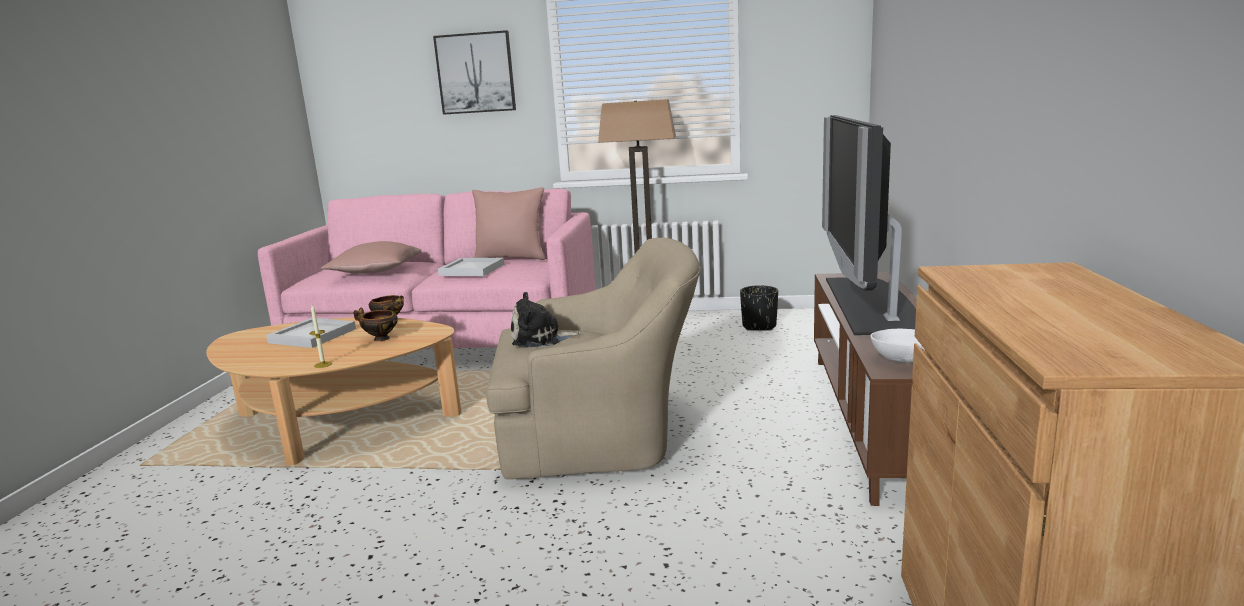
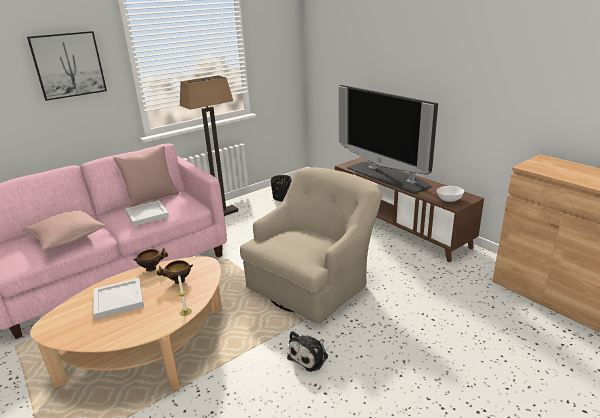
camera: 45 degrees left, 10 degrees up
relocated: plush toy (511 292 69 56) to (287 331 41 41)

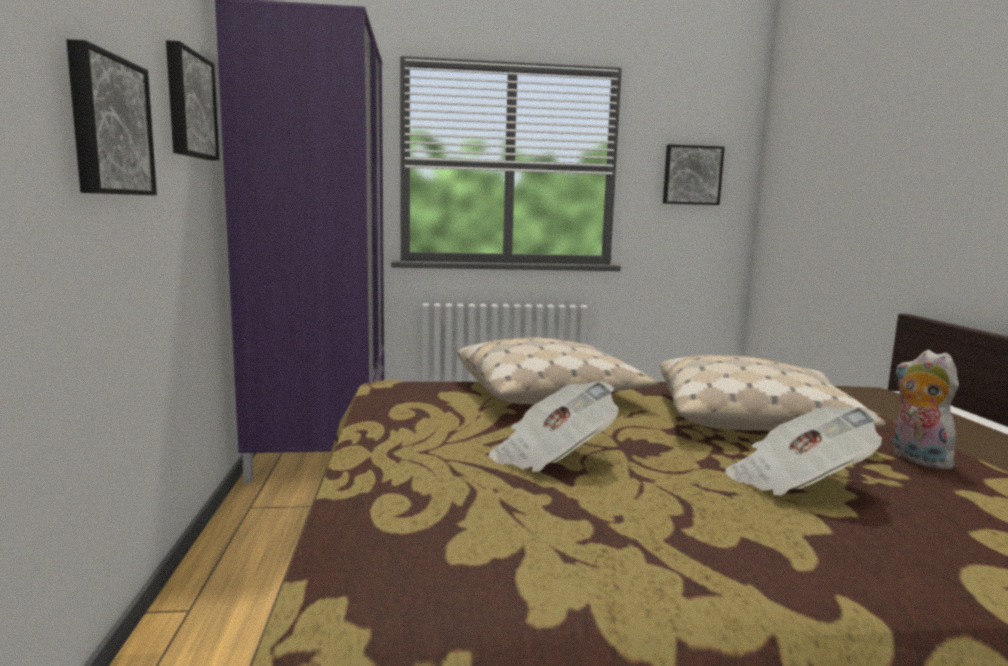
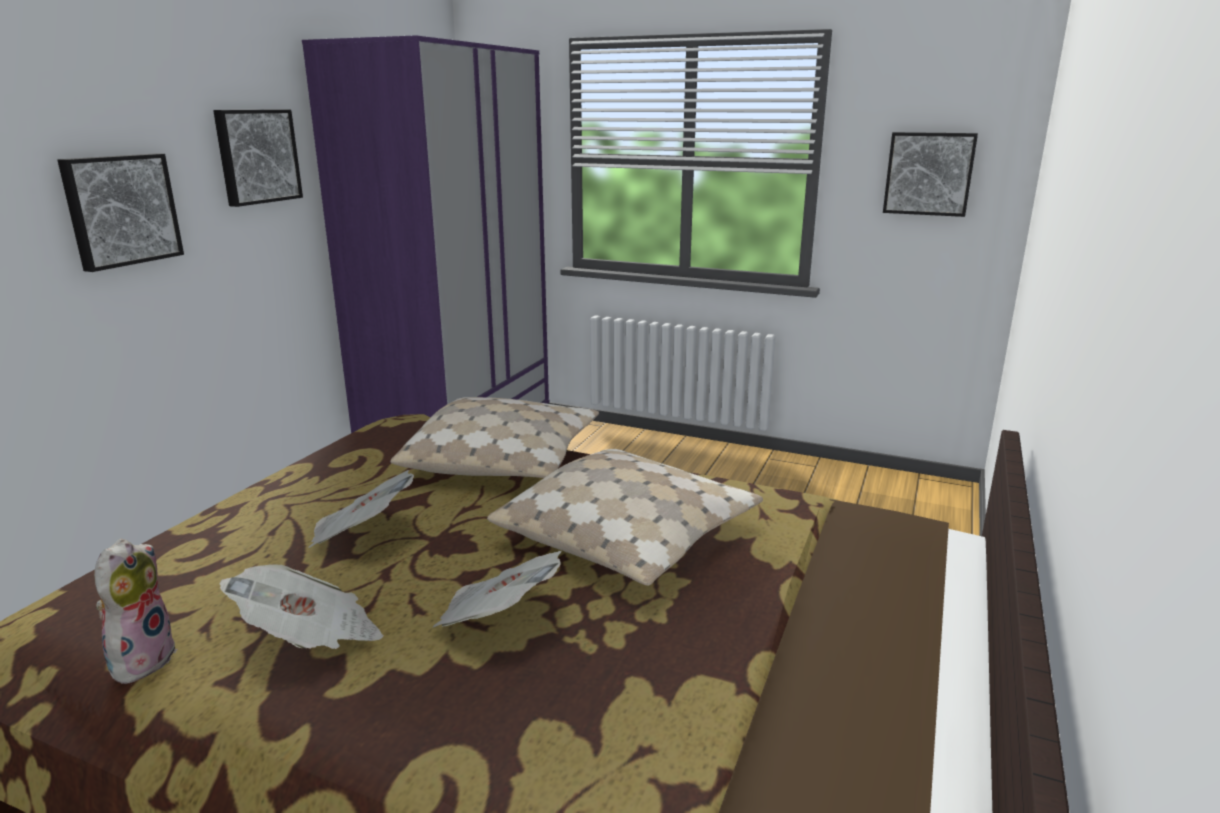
camera: 30 degrees right, 10 degrees up
appeared: daily paper (220 564 164 85)
relocated: plush toy (893 350 66 119) to (94 539 84 145)

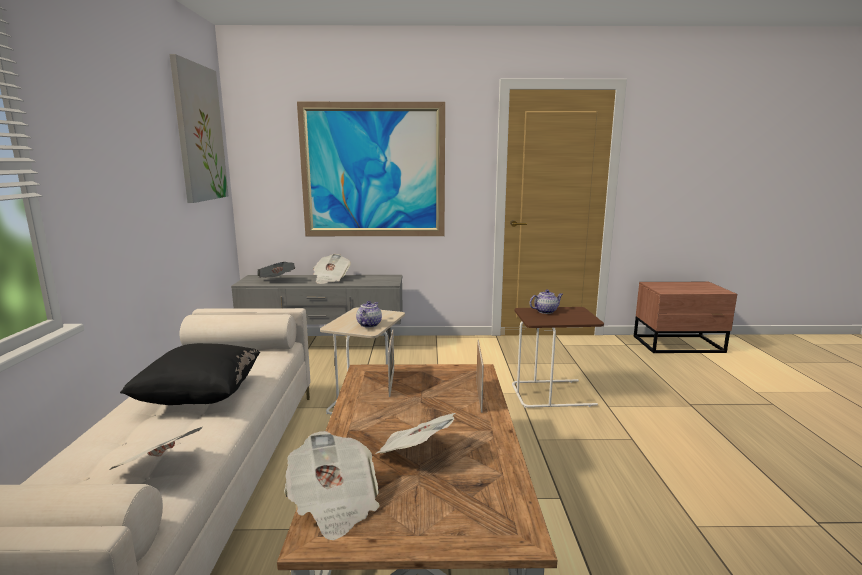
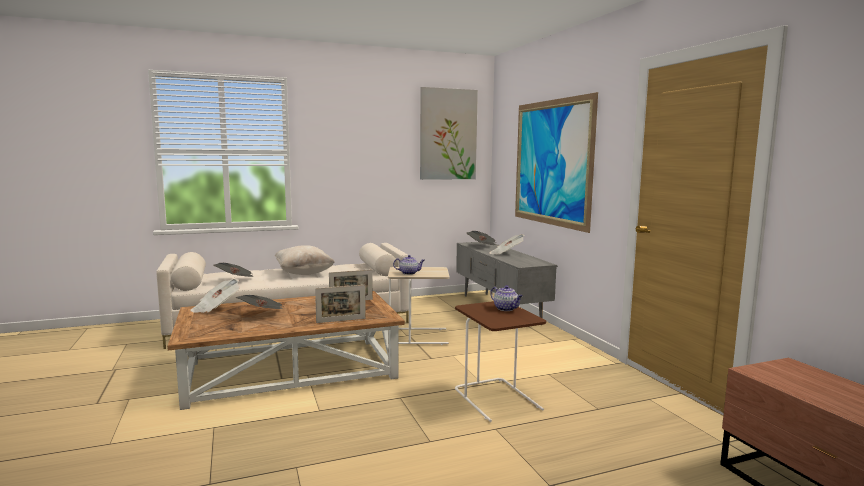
camera: 70 degrees right, 5 degrees down
colour: throw pillow/black (120 343 140 62) to throw pillow/sand-coloured (275 245 60 30)

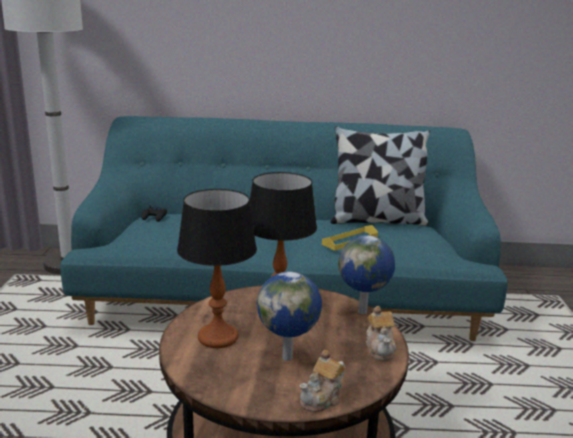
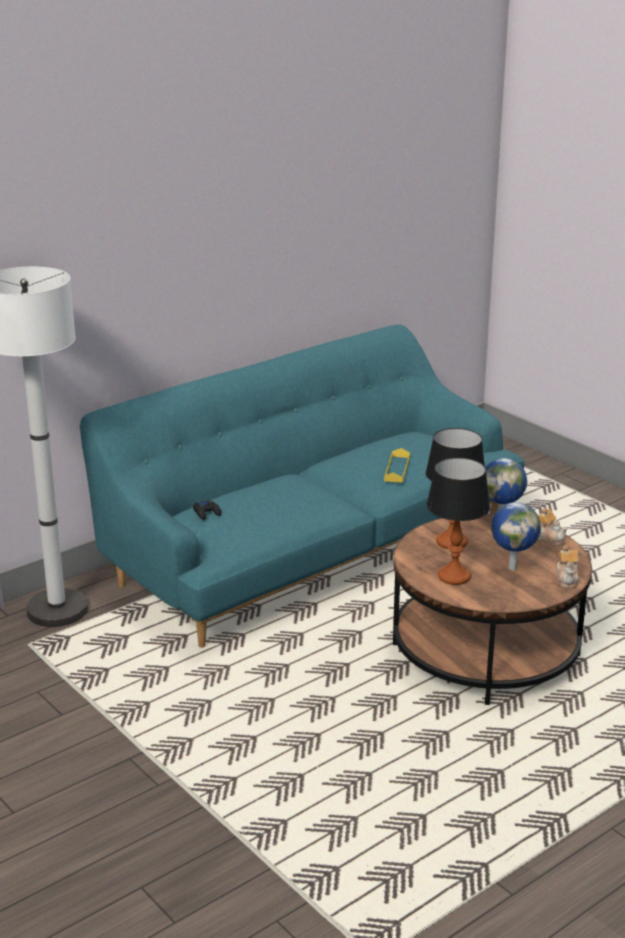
camera: 40 degrees left, 5 degrees up
missing: throw pillow (331 126 99 100)

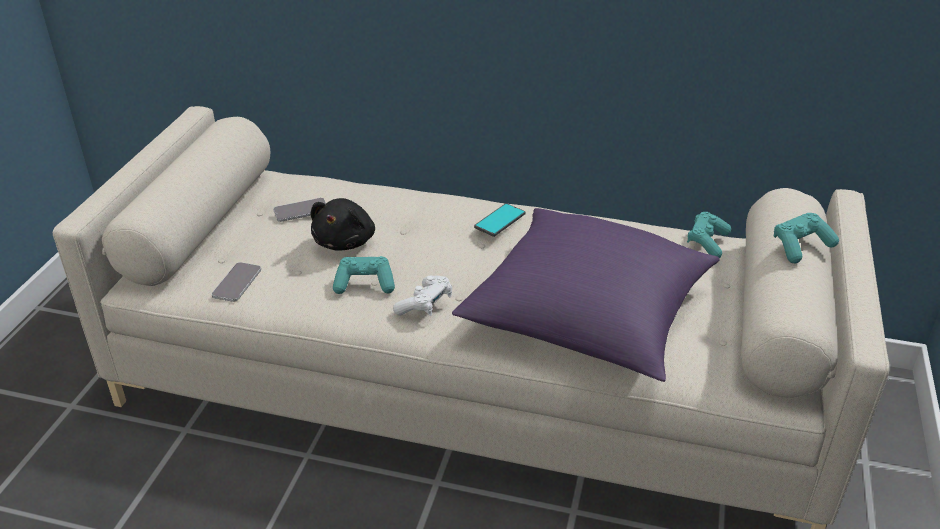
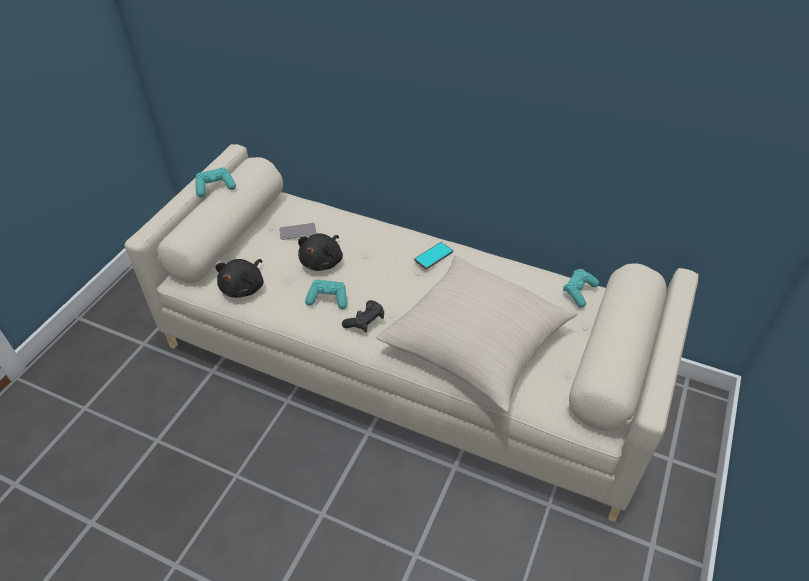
camera: 10 degrees right, 10 degrees up
relocated: game controller/turquoise-coloured (774 213 65 50) to (195 168 41 29)
exchanged: telephone (212 262 49 40) to plush toy/black (216 259 48 39)
colour: throw pillow/purple-coloured (452 208 268 174) to throw pillow/sand-coloured (376 255 201 157); game controller/white (393 276 59 40) to game controller/black (342 300 42 32)

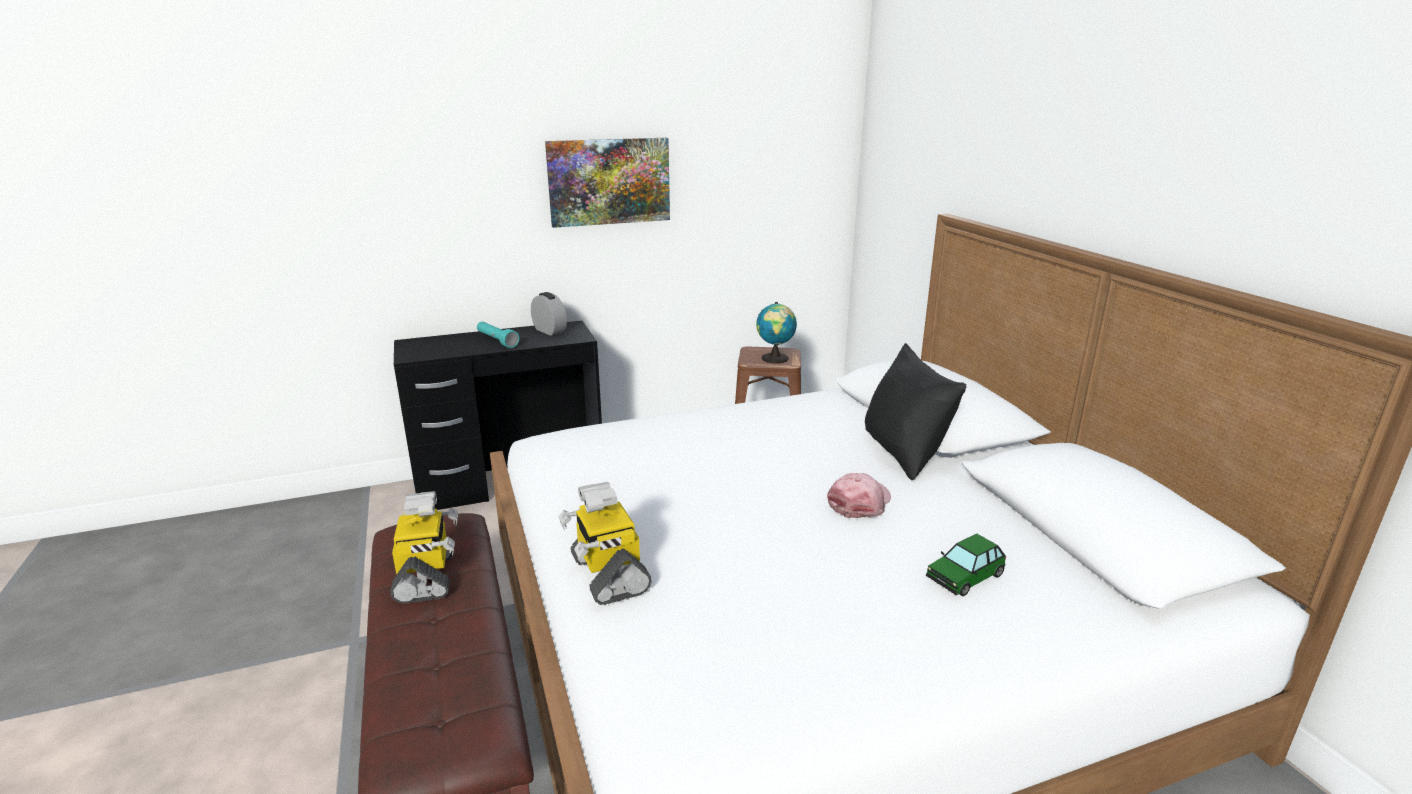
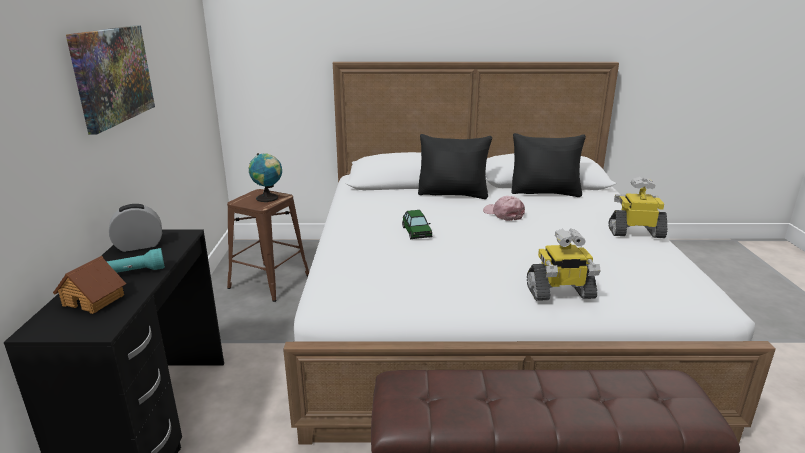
camera: 70 degrees left, 0 degrees up
appeared: throw pillow/black (512 133 74 64); miniature house (53 256 73 58)
relocated: robot figure (390 491 68 113) to (608 177 60 61); model car (926 534 80 62) to (402 210 30 29)

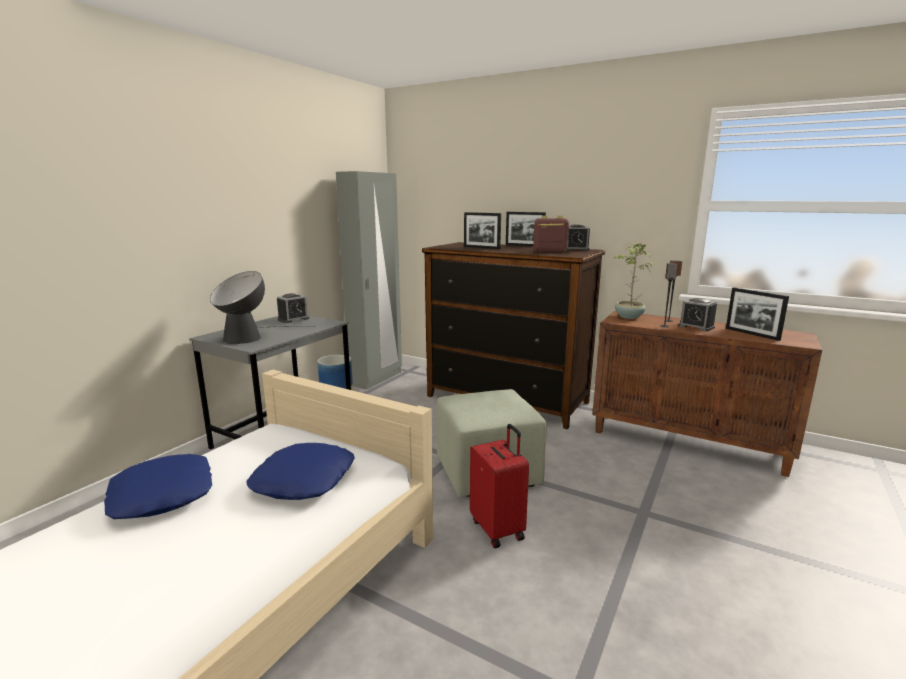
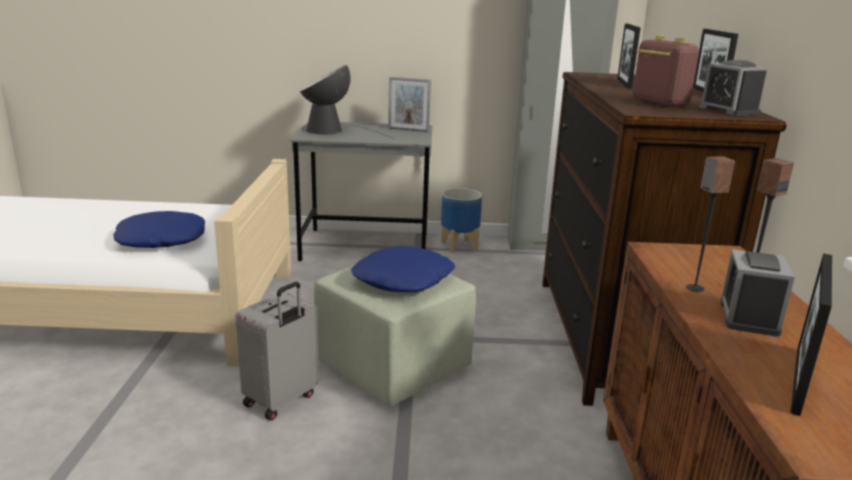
camera: 60 degrees right, 5 degrees up
missing: plant in a pot (614 244 39 75)
relocated: throw pillow/bluish (104 454 108 65) to (351 246 104 46)
exchanged: table clock (277 293 32 30) to standing frame (388 77 43 55)
colour: piece of luggage/red-coloured (470 424 59 124) to piece of luggage/gray (235 282 84 138)

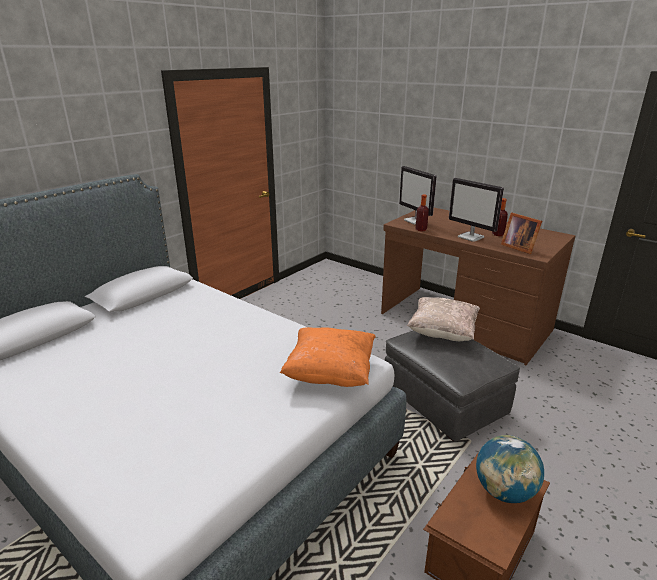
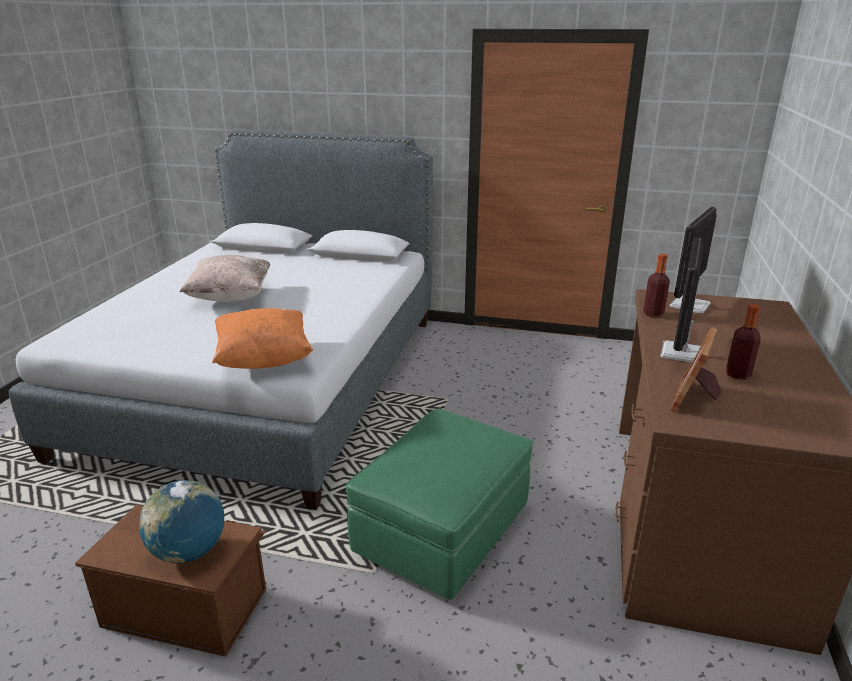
camera: 65 degrees right, 0 degrees up
relocated: throw pillow/sand-coloured (407 297 73 44) to (180 255 90 47)
colour: pouffe/gray (385 331 135 110) to pouffe/green (346 409 188 191)

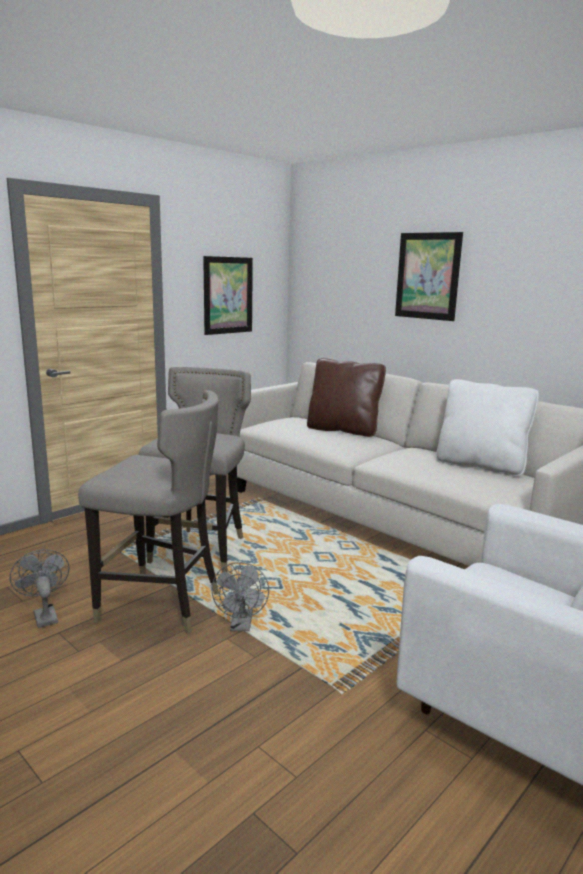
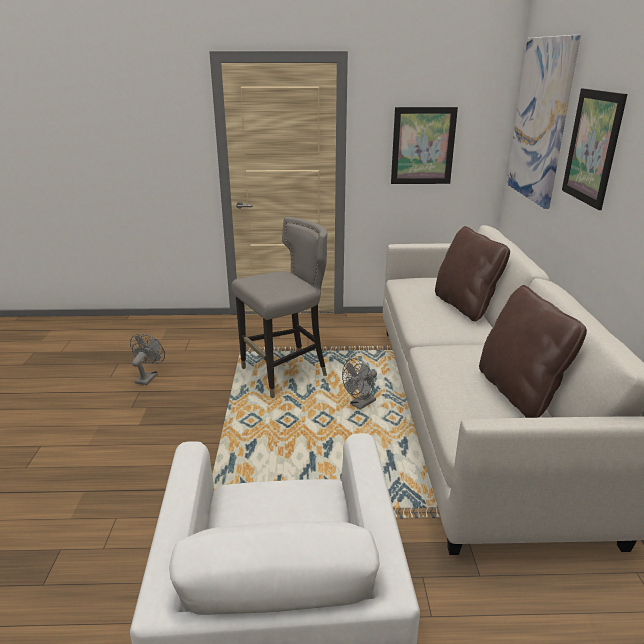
camera: 45 degrees right, 10 degrees up
missing: stool/gray (78 390 141 244)
appeared: wall picture (507 35 74 174)
relocated: cooling fan/gray (211 562 58 70) to (342 358 35 51)
colour: throw pillow/white (436 379 103 97) to throw pillow/brown-coloured (479 285 108 133)

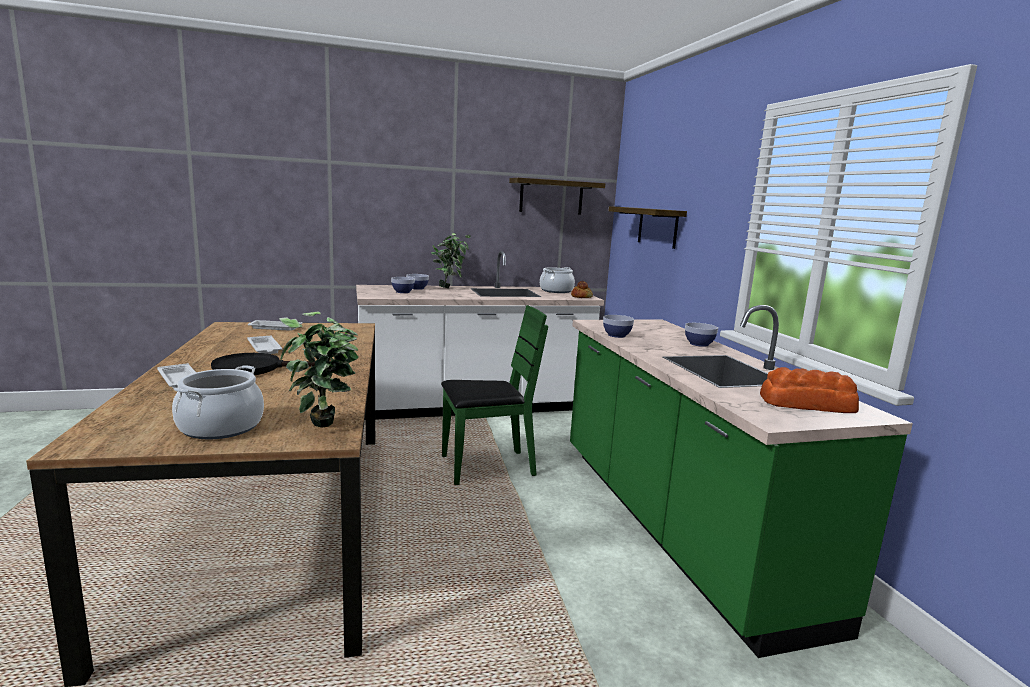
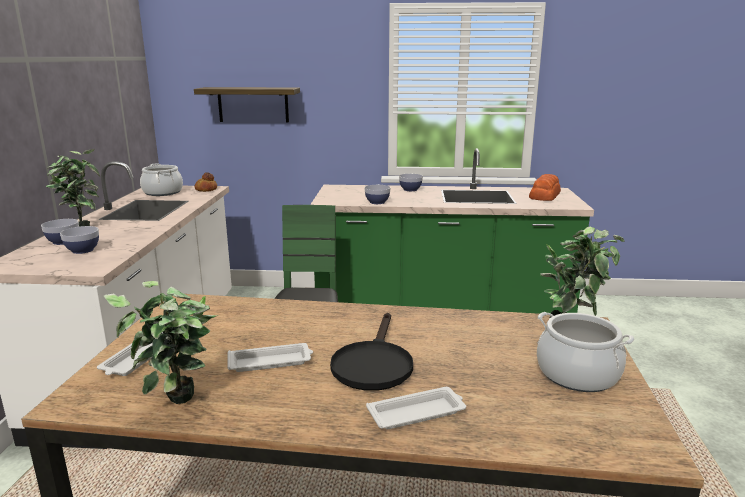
camera: 70 degrees left, 5 degrees up
missing: bracket shelf (509 178 96 37)
appeared: plant in a pot (104 281 113 123)

